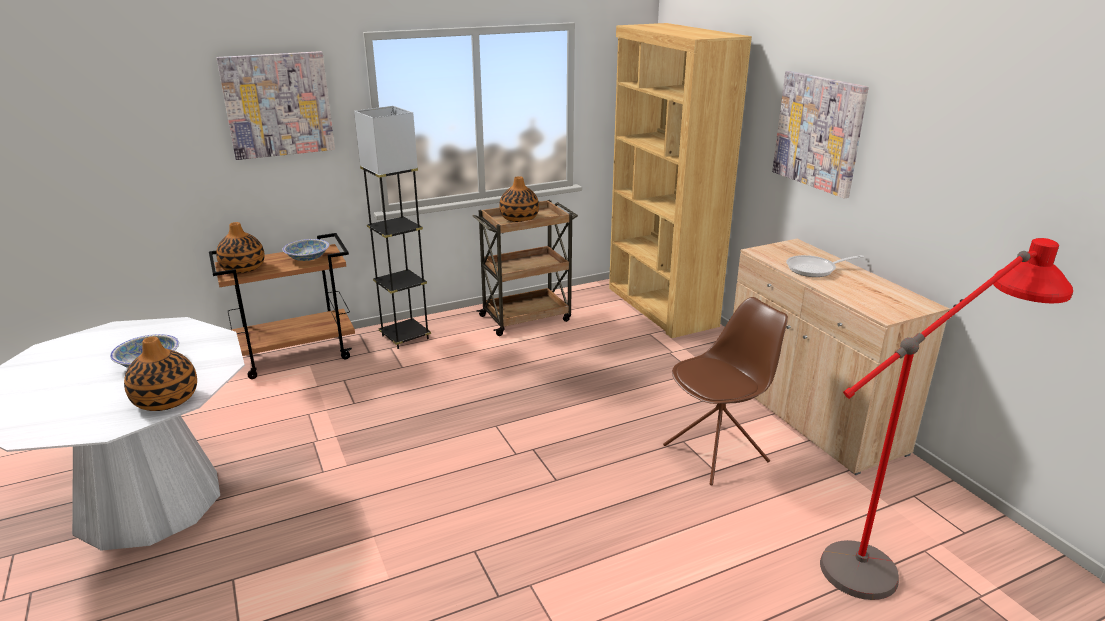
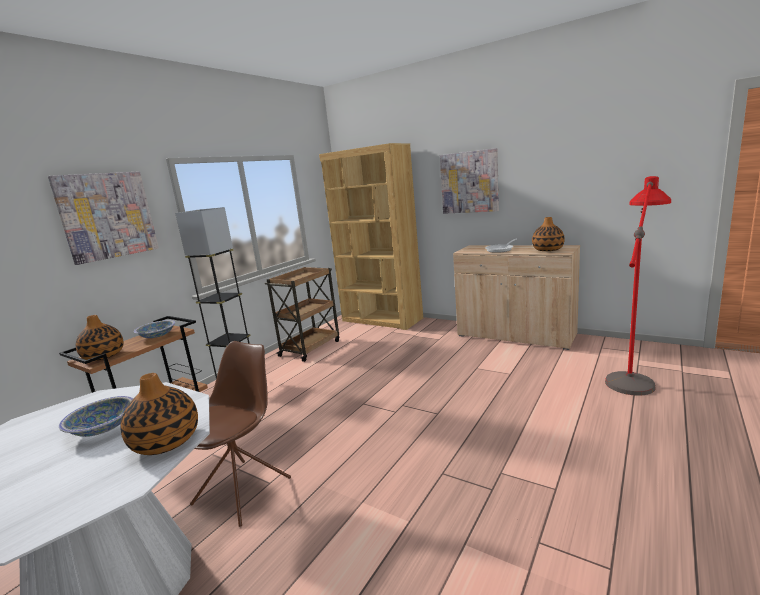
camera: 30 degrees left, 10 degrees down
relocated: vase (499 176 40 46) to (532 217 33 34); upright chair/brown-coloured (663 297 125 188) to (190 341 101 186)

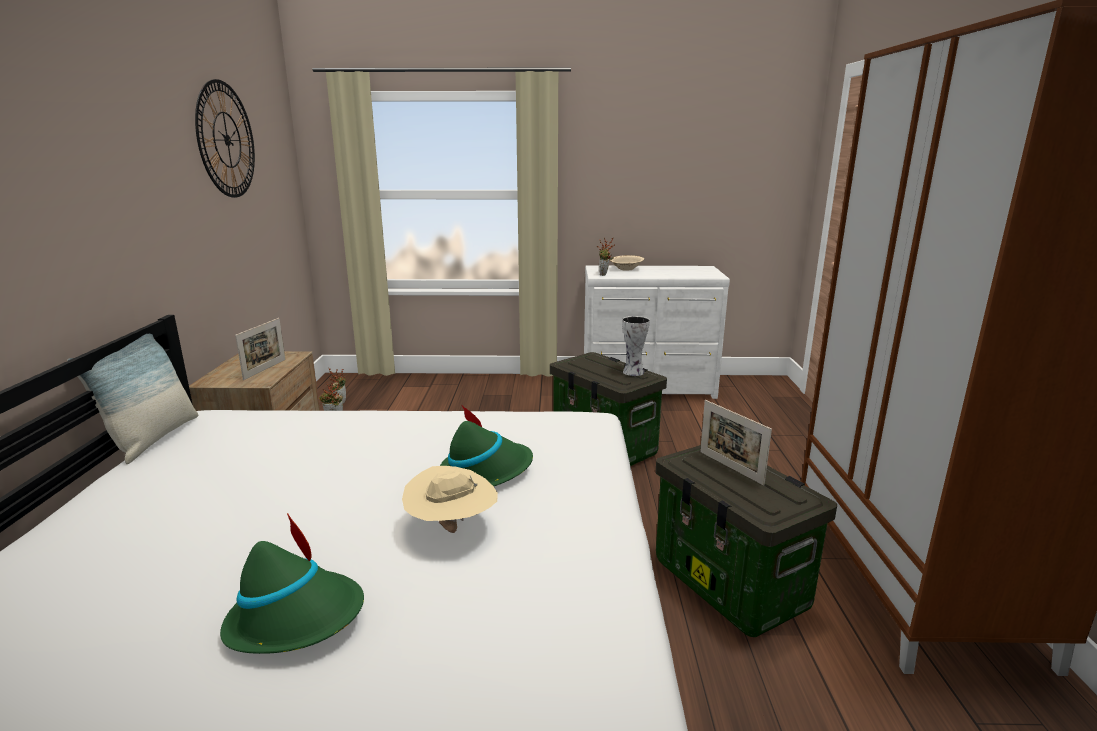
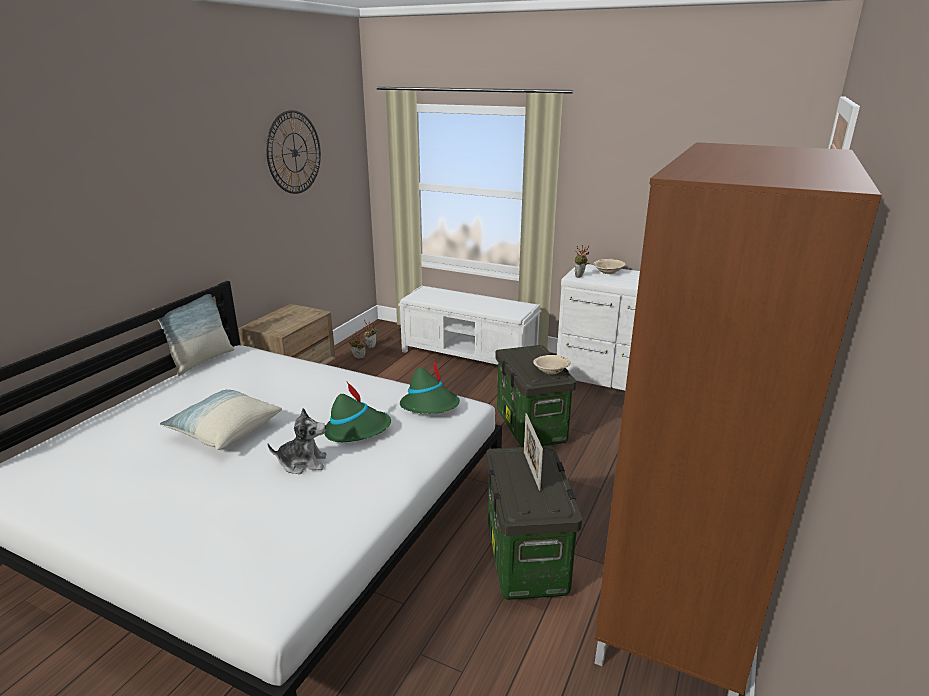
camera: 25 degrees right, 5 degrees up
missing: standing frame (235 318 50 62)
appeared: indoor bench/white (398 286 143 79); throw pillow (160 390 122 60)
relocated: wearable hat/green (220 513 144 141) to (400 358 60 56)
exchanged: vase (622 316 28 60) to bowl/sand-coloured (533 355 38 20); wearable hat/sand-coloured (402 466 96 67) to plush toy (268 408 59 66)

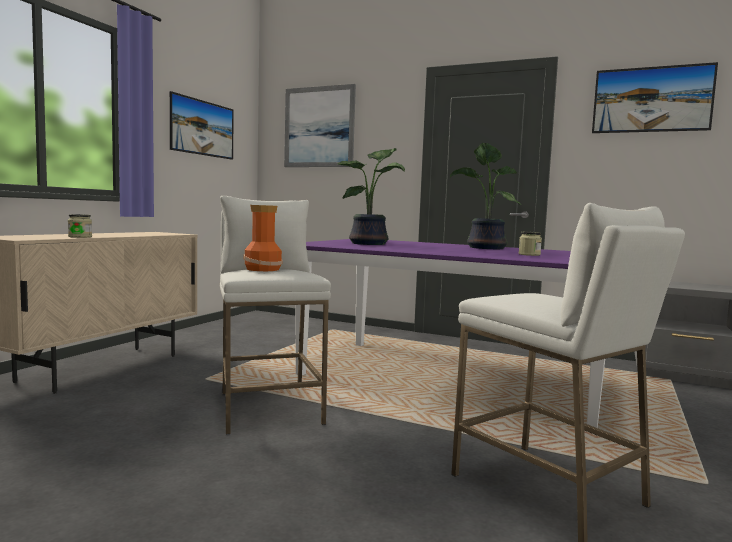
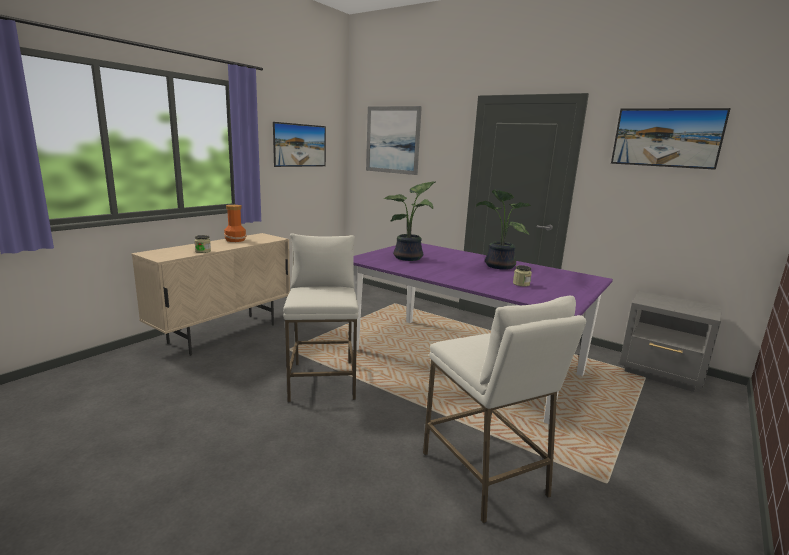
camera: 10 degrees right, 10 degrees up
relocated: vase (243 205 40 66) to (224 205 23 37)

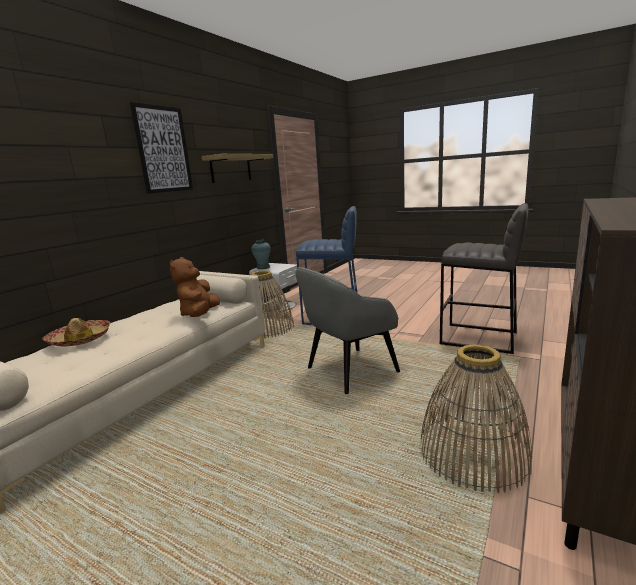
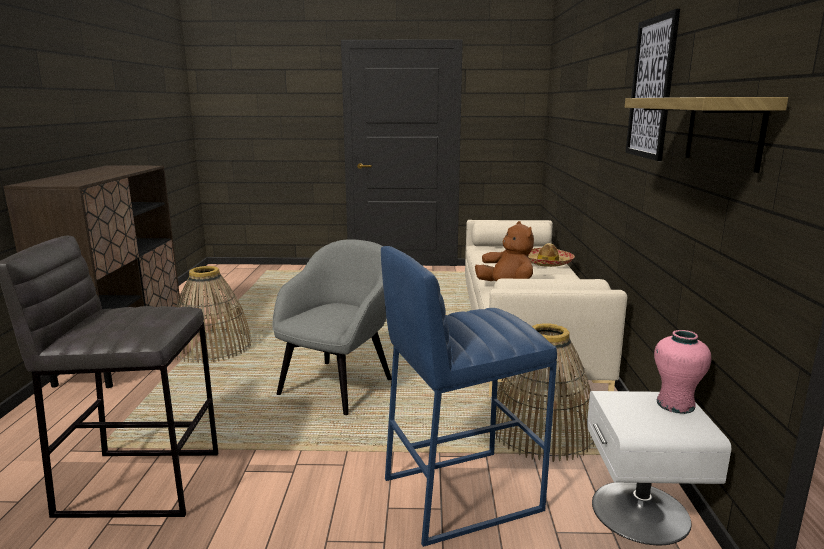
camera: 150 degrees right, 0 degrees up
colour: vase/turquoise-coloured (252 240 19 29) to vase/pink-coloured (654 330 57 84)

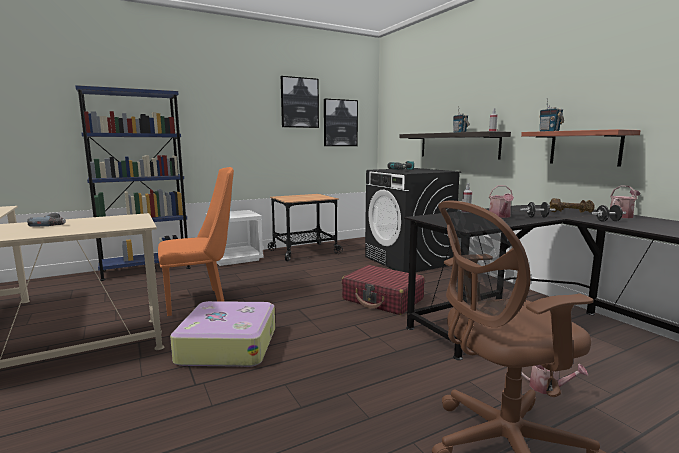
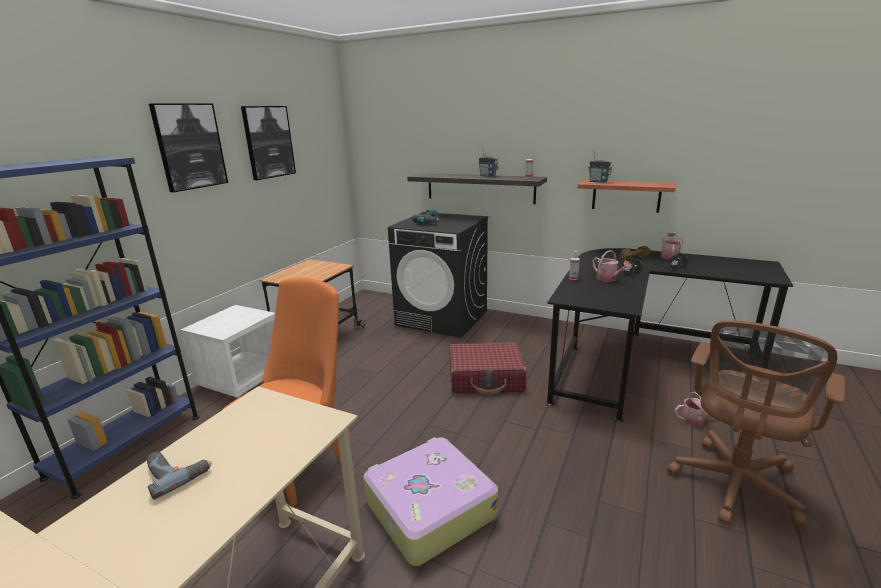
camera: 35 degrees left, 10 degrees up
relocated: wall picture (324 99 34 47) to (149 103 79 89)

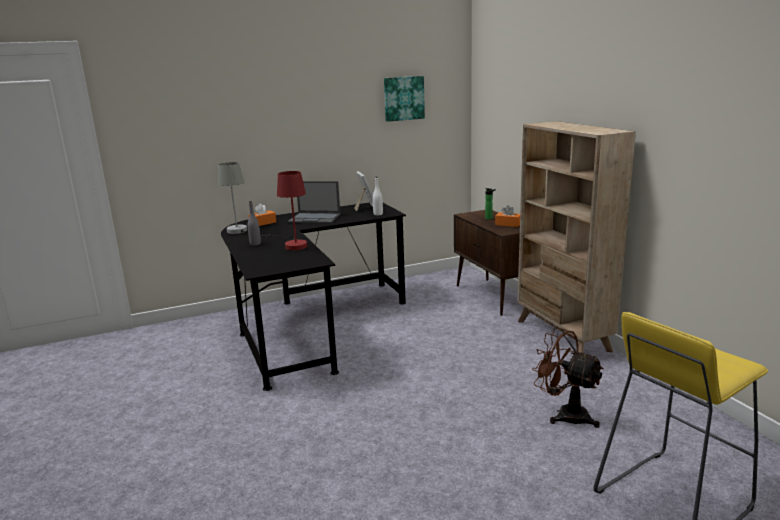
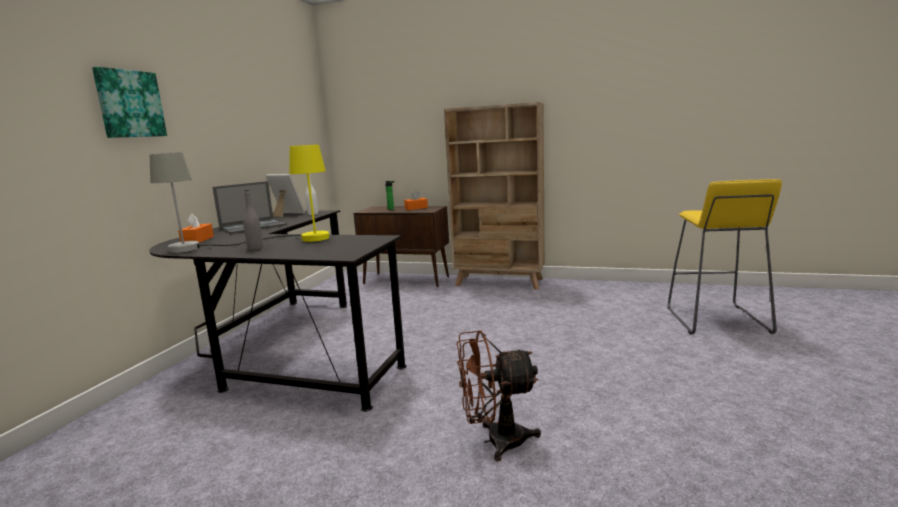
camera: 50 degrees left, 5 degrees down
relocated: wall picture (384 76 41 46) to (92 67 75 71); cooling fan/brown-coloured (532 327 72 101) to (457 330 84 131)
colour: lamp for a table/red-coloured (271 171 36 80) to lamp for a table/yellow-coloured (262 144 68 98)

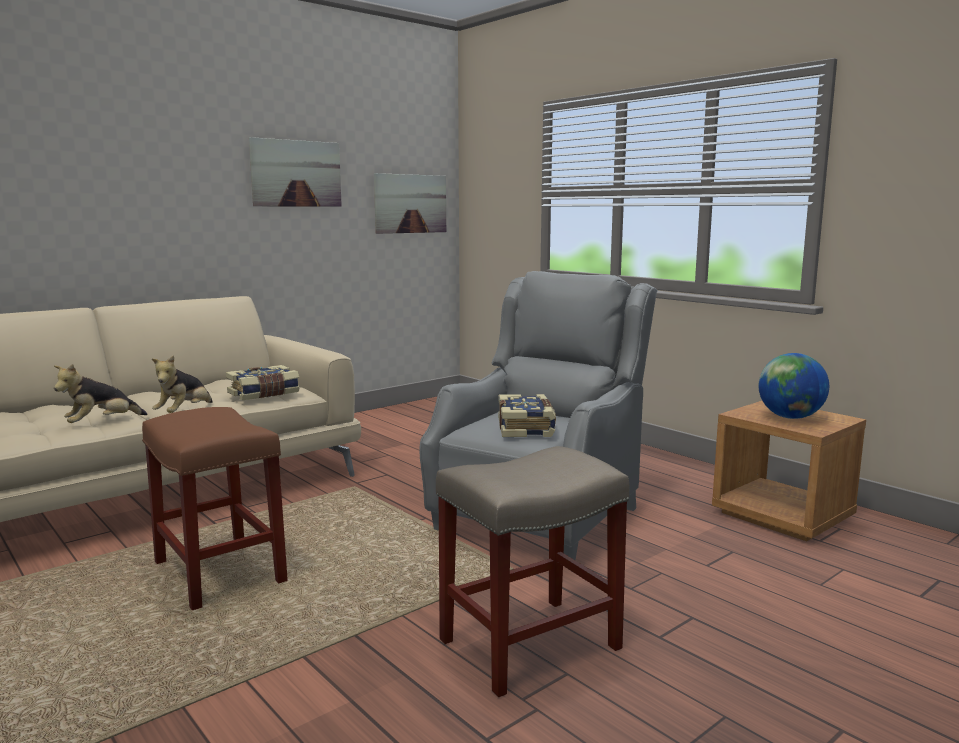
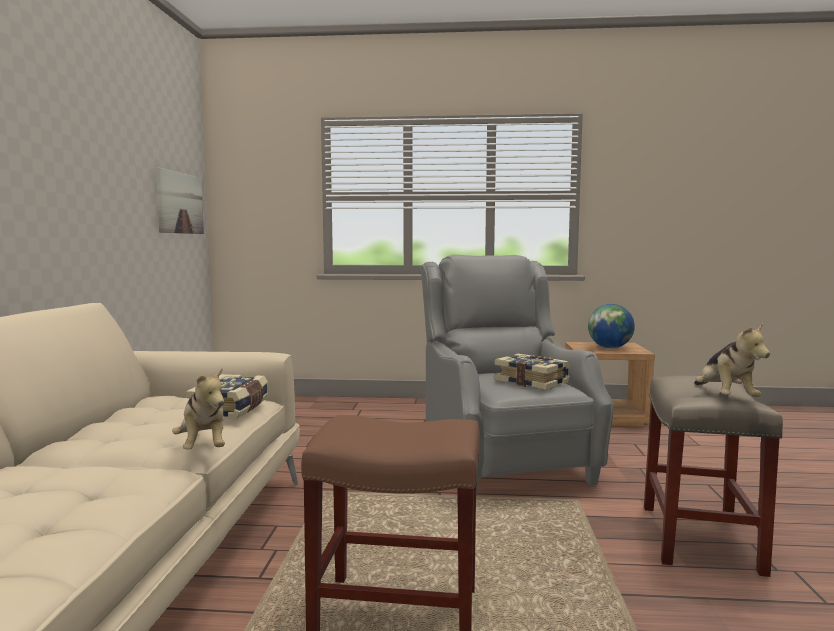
camera: 45 degrees left, 5 degrees down
missing: wall picture (249 137 93 70)
relocated: plush toy (54 364 93 59) to (694 323 76 74)

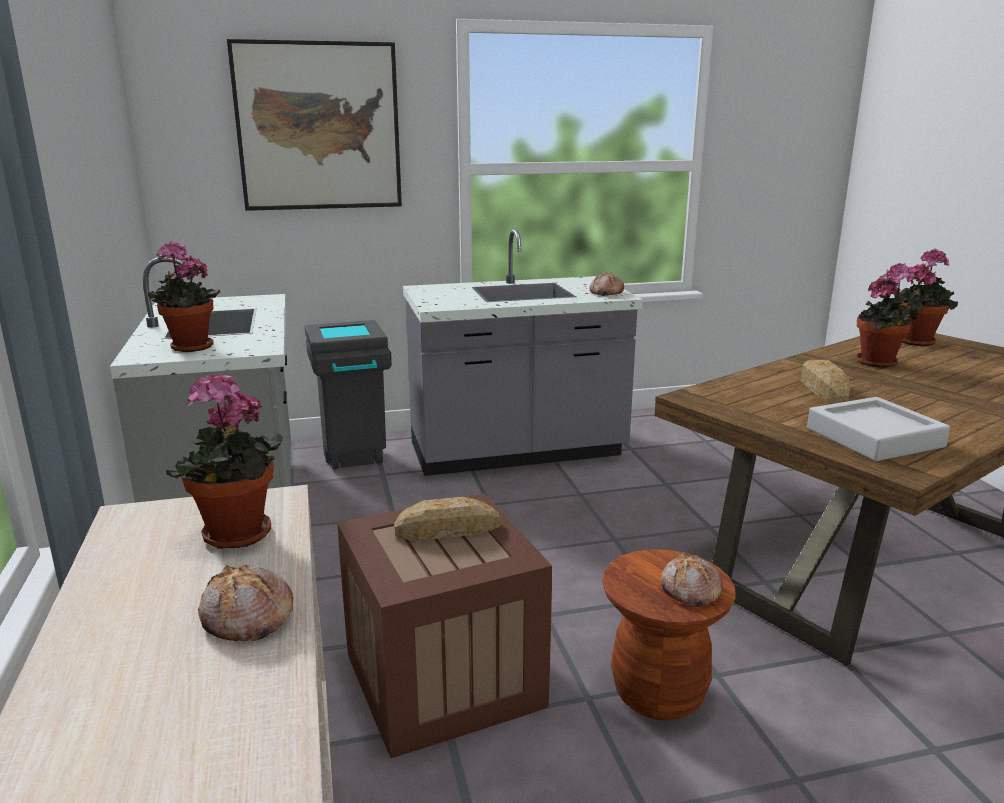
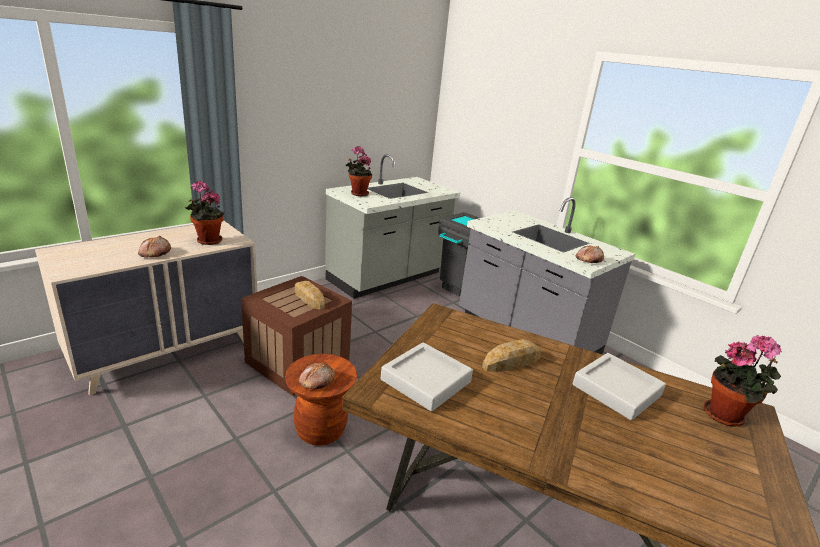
camera: 60 degrees right, 5 degrees up
missing: wall picture (227 39 175 172)
exchanged: plant in a pot (856 263 68 105) to tray/gray (573 353 93 67)

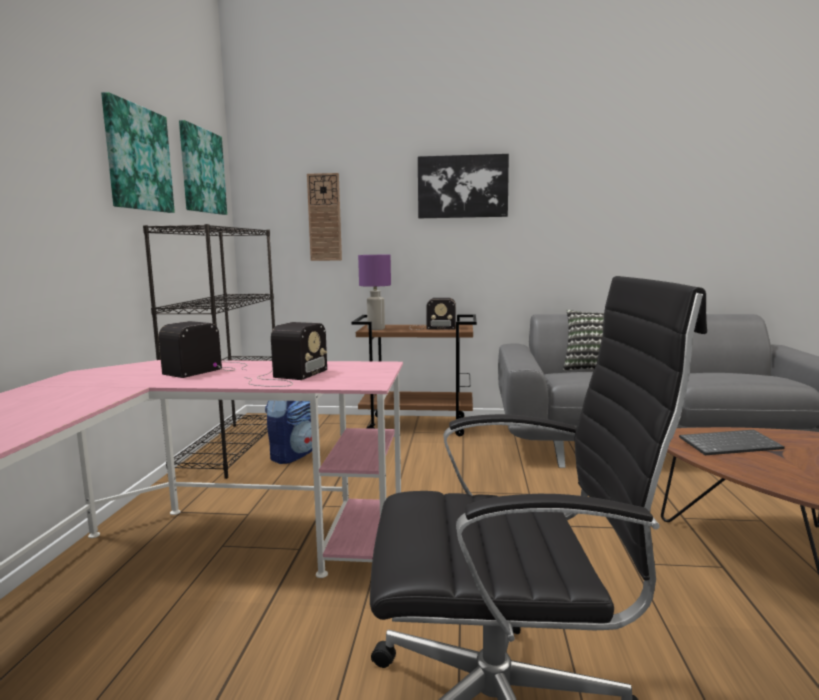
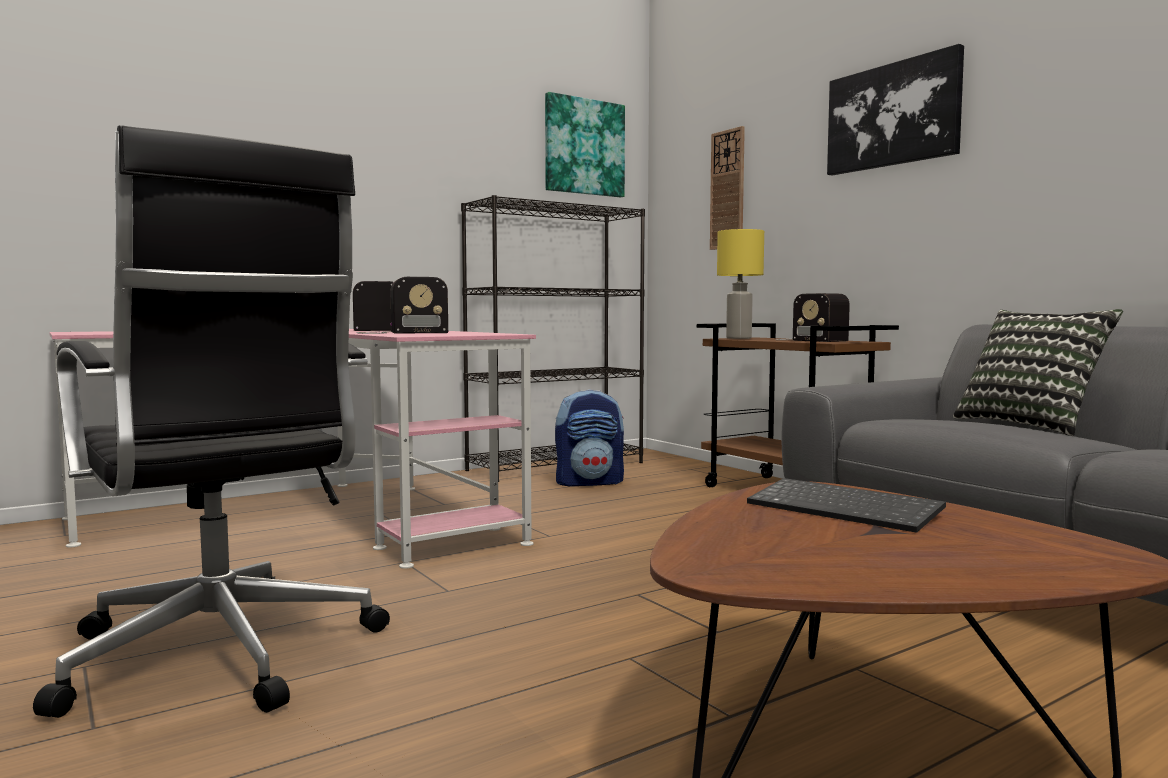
camera: 50 degrees right, 5 degrees down
missing: wall picture (101 92 74 121)
colour: lamp for a table/purple-coloured (358 255 33 75) to lamp for a table/yellow-coloured (717 229 47 110)

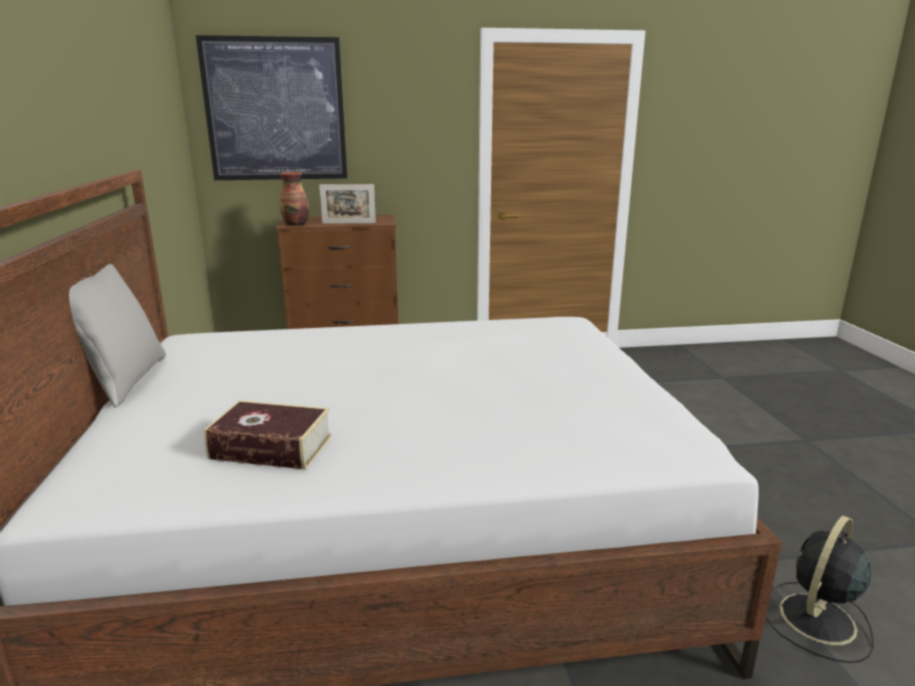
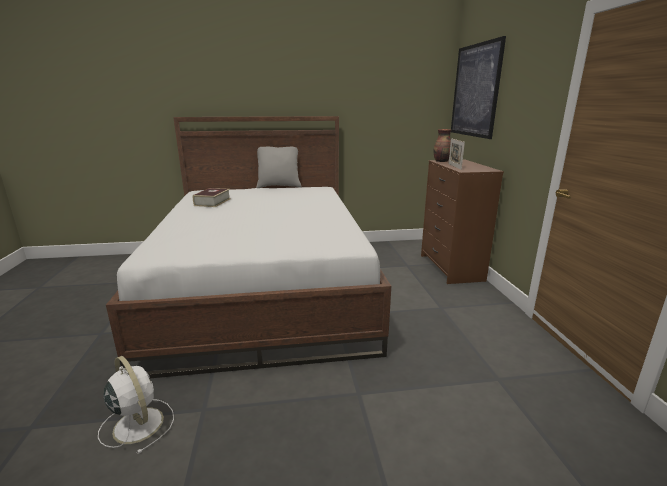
camera: 90 degrees right, 0 degrees up
colour: cooling fan/black (766 516 107 147) to cooling fan/white (98 356 76 98)

